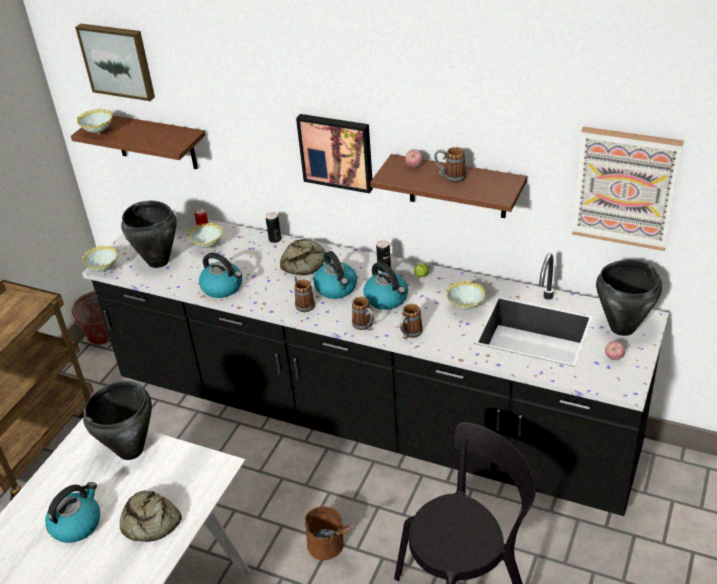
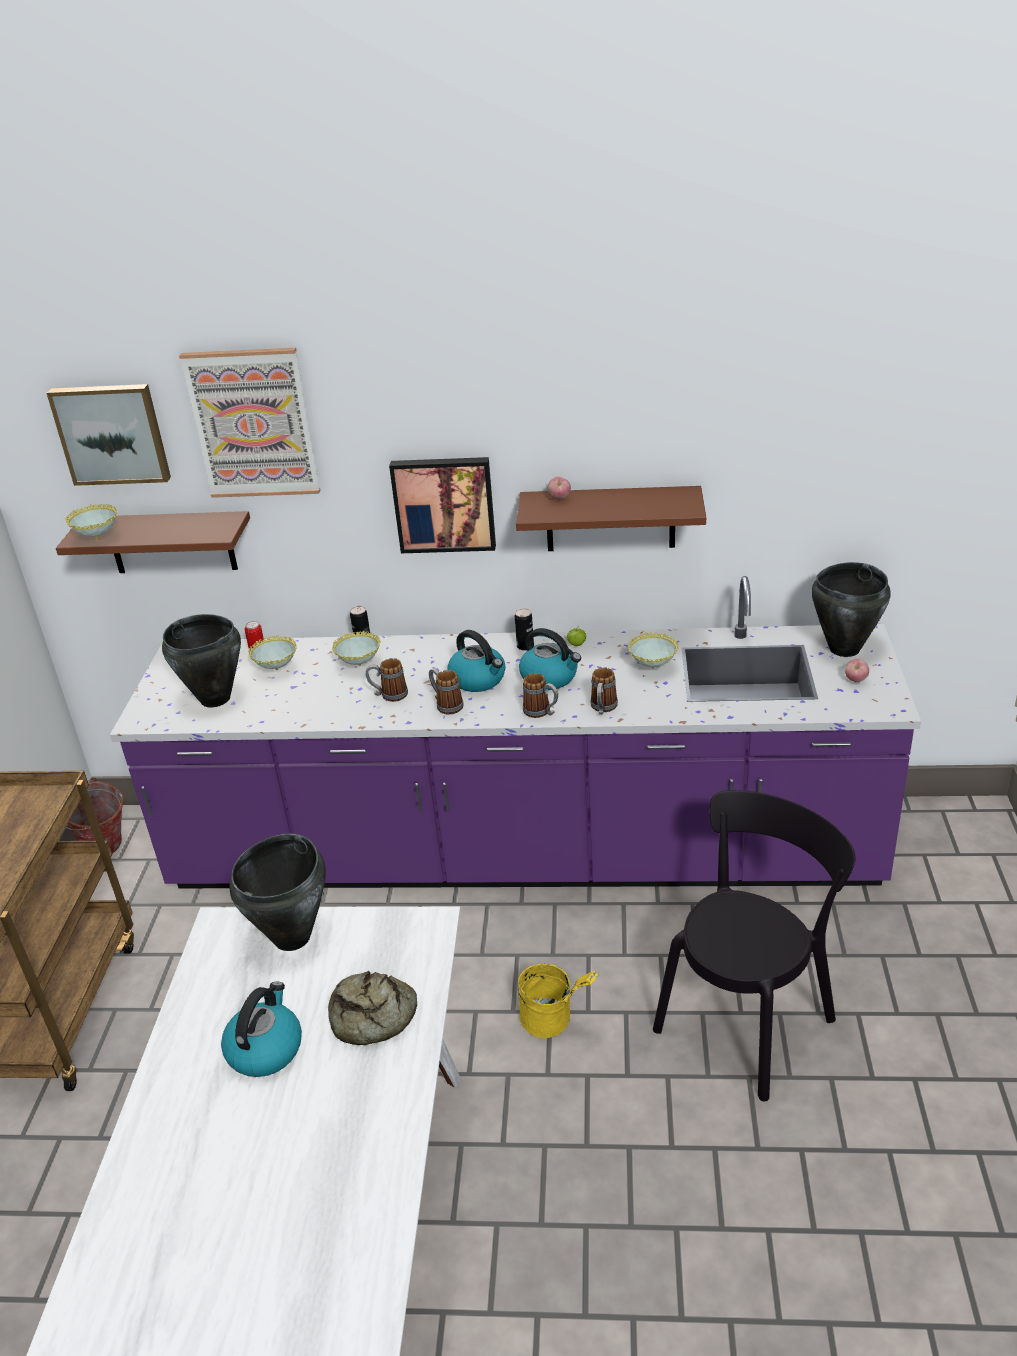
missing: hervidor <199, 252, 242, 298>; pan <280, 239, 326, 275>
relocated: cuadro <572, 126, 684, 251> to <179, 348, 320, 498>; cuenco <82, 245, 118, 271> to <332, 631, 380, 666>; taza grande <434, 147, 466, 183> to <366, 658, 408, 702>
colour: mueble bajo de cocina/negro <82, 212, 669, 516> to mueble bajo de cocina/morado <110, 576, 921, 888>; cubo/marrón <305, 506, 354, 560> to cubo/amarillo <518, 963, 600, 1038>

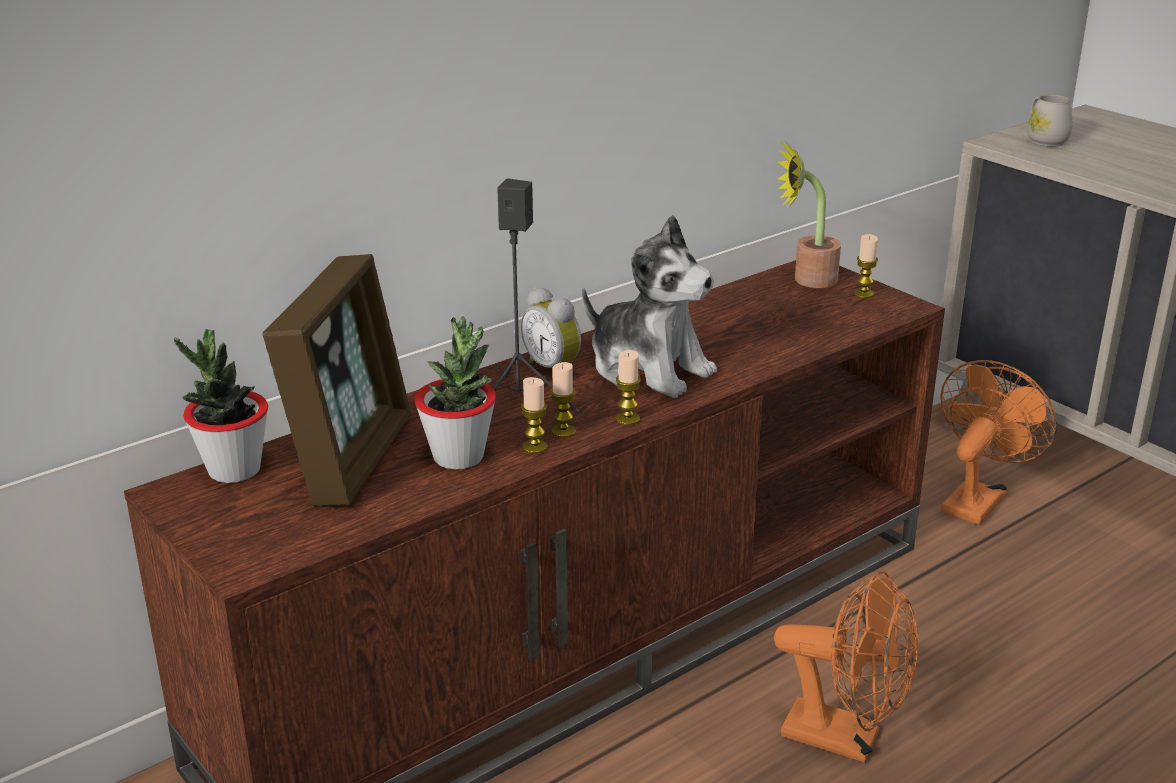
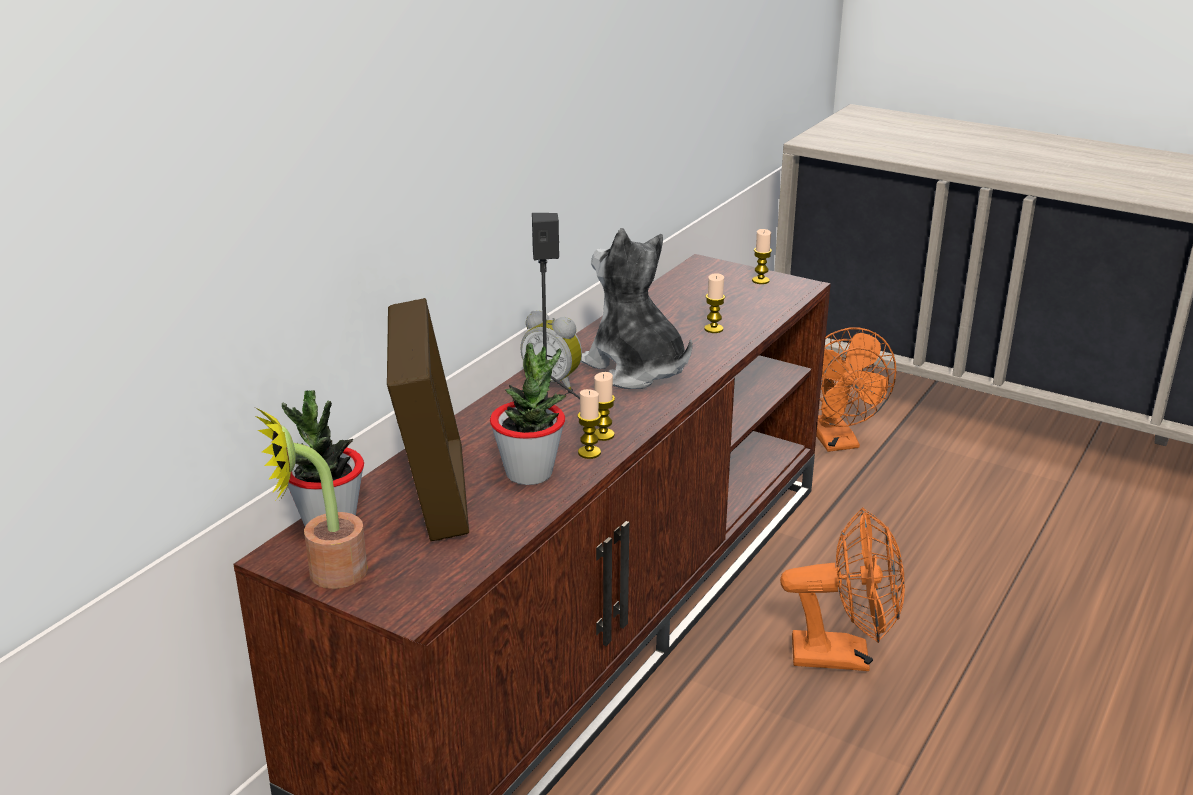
missing: taza grande/blanco <1027, 94, 1073, 147>
relocated: planta en maceta <778, 143, 841, 288> to <256, 408, 368, 589>; vela <616, 350, 641, 425> to <704, 273, 725, 333>
spun: peluche <582, 215, 717, 398> = <581, 228, 692, 389> 150 degrees counterclockwise; ventilador/naranja <940, 360, 1057, 524> = <816, 327, 896, 452> 150 degrees clockwise

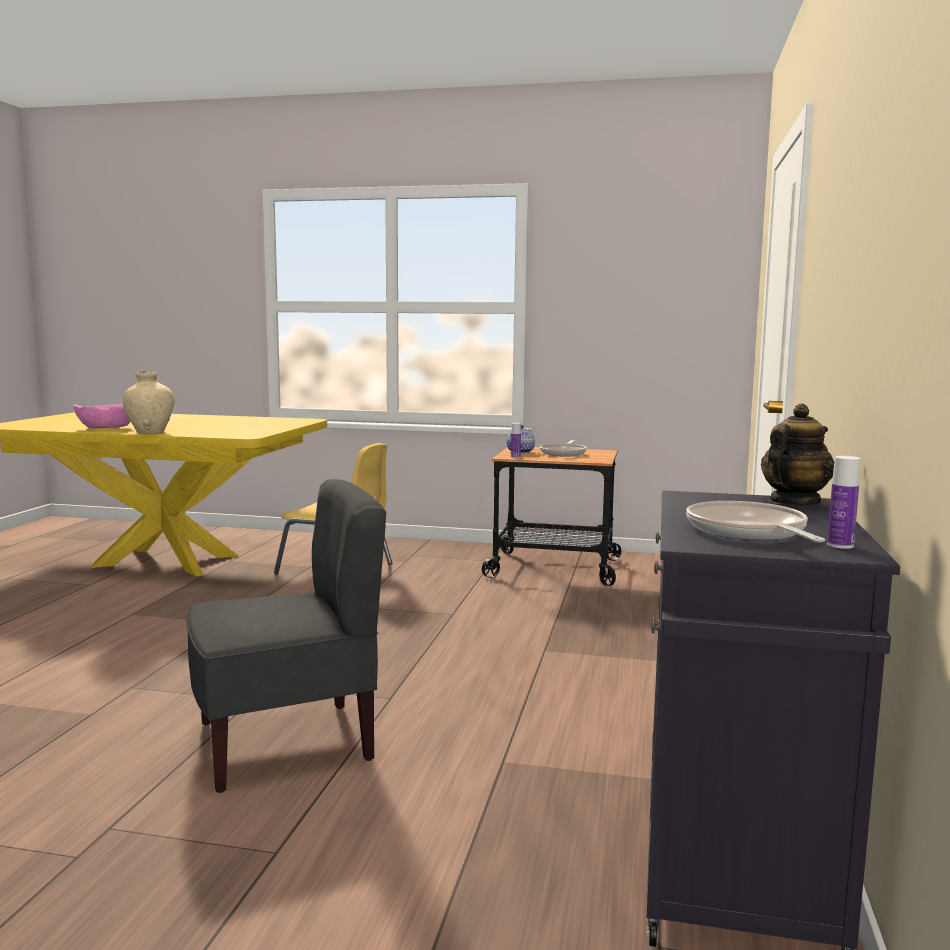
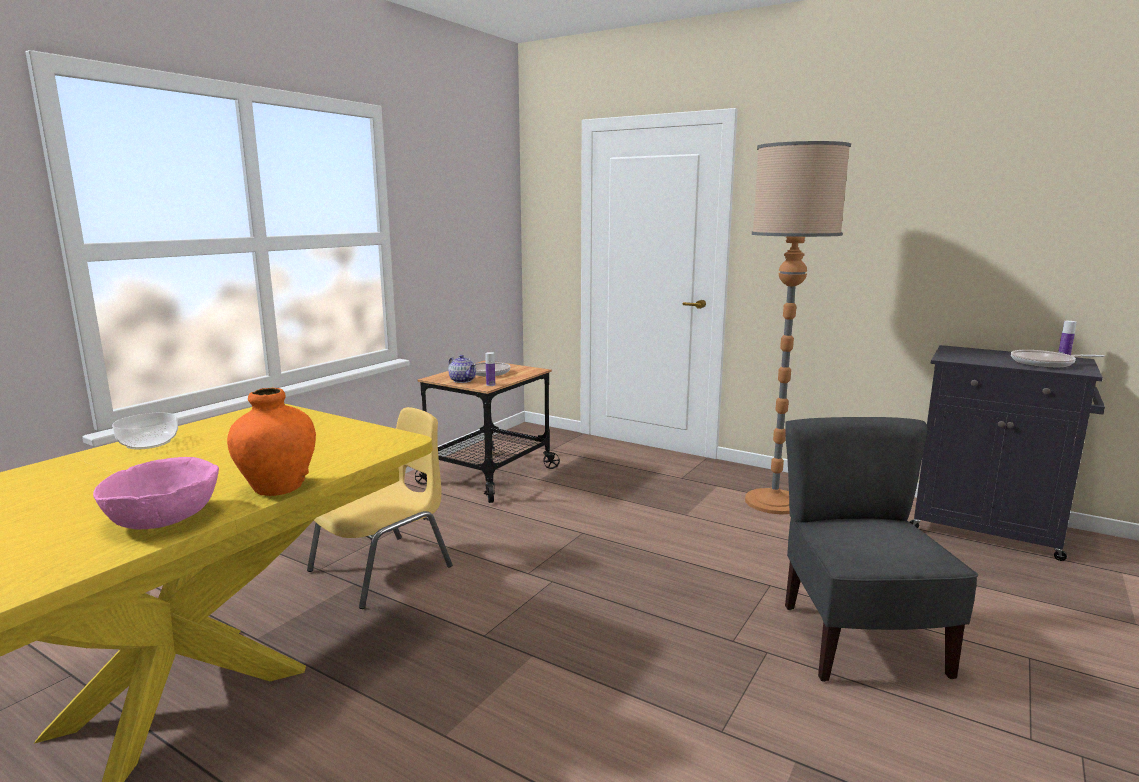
missing: tetera <761, 403, 834, 505>
appeared: cuenco <112, 413, 178, 450>; lámpara de pie <745, 141, 851, 515>
colour: florero/beis <123, 371, 174, 434> to florero/naranja <227, 387, 316, 496>

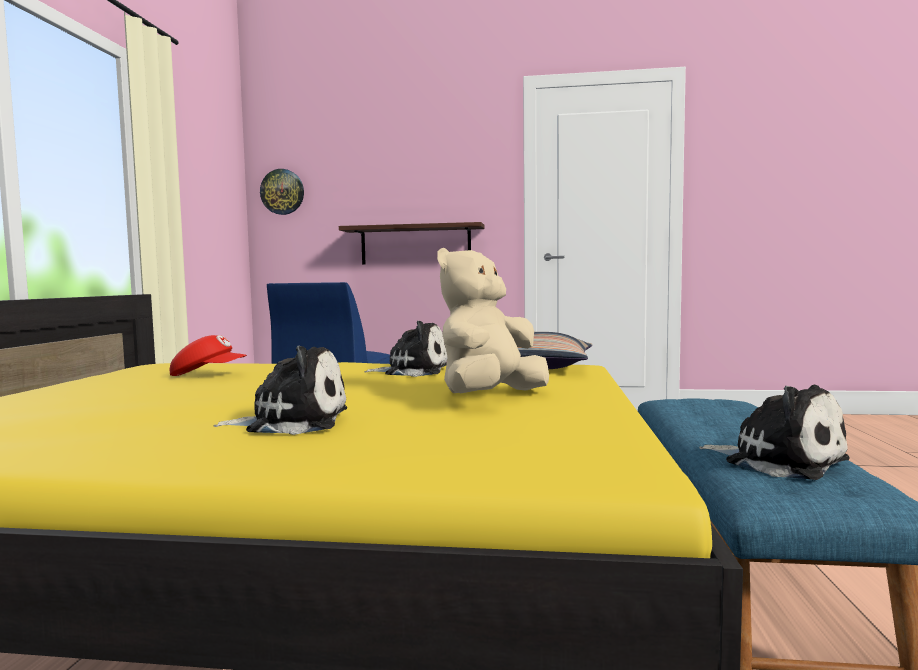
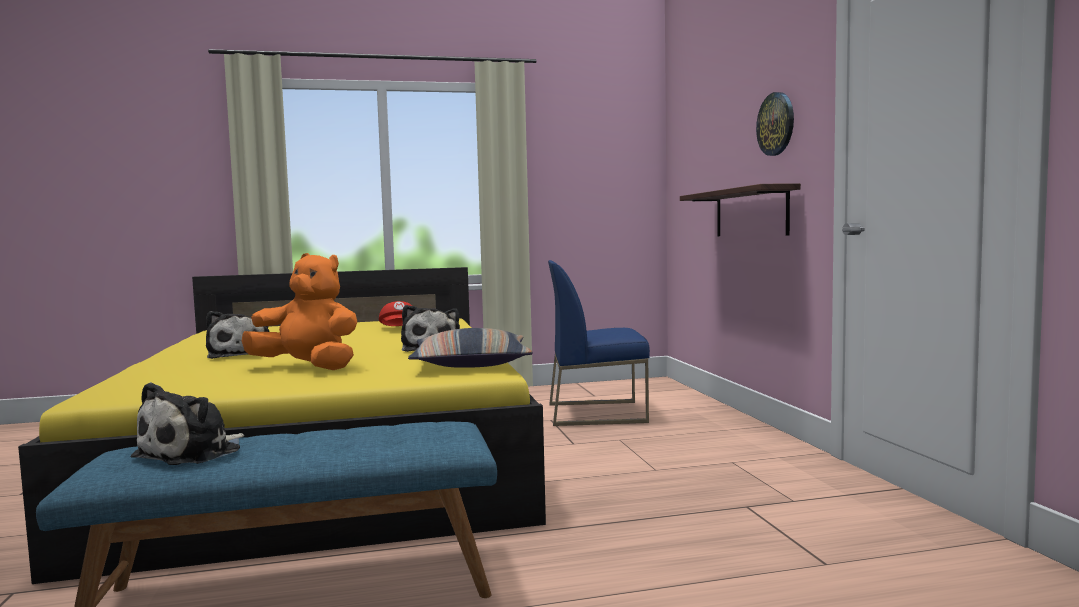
relocated: reloj de pared <260, 169, 304, 215> to <756, 92, 794, 156>
colour: peluche/beis <437, 248, 549, 393> to peluche/naranja <242, 253, 357, 370>

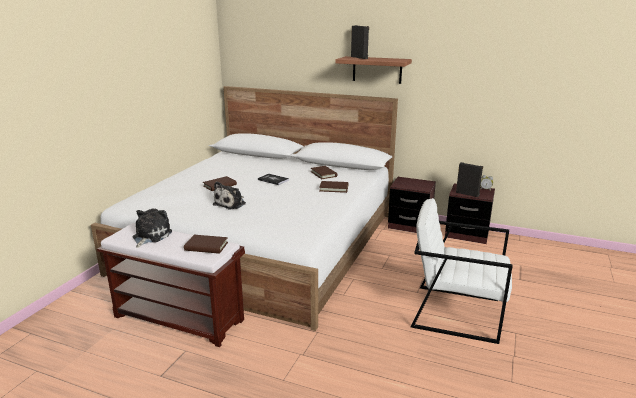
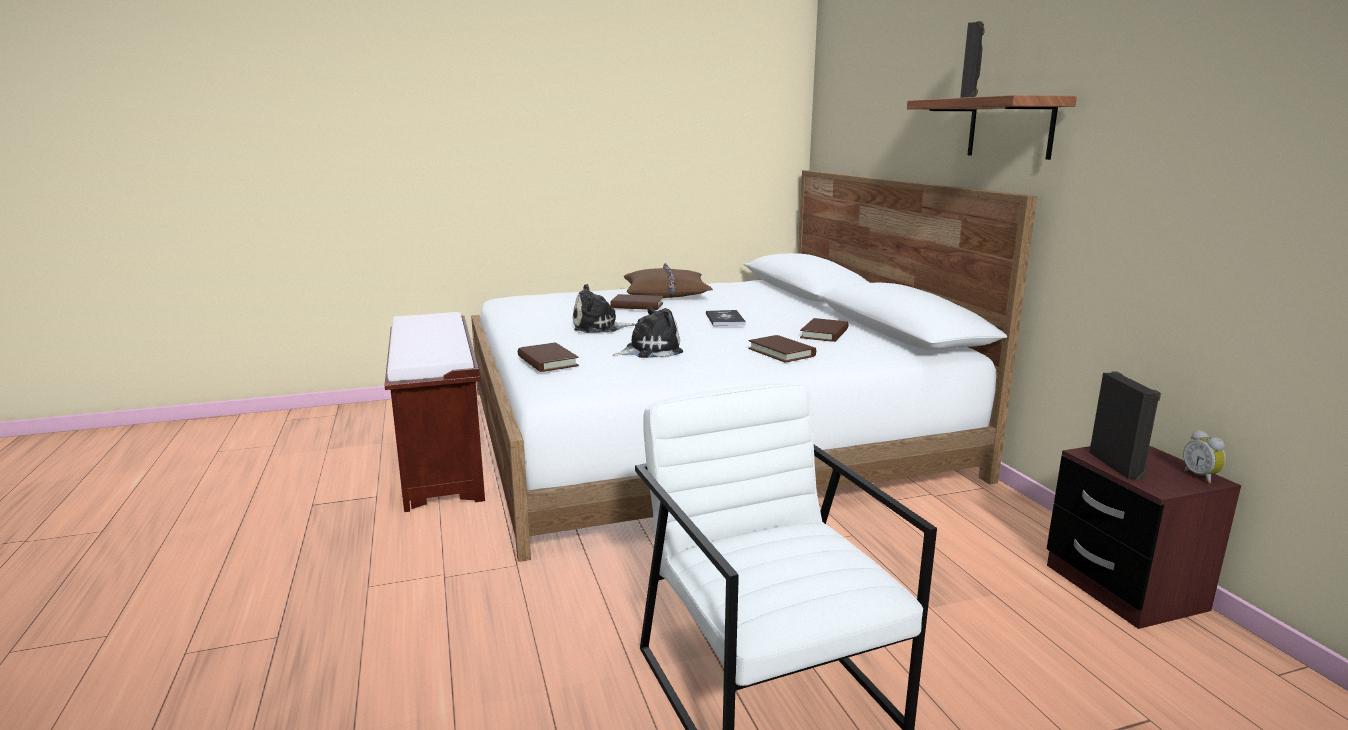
missing: mesita de noche/marrón <388, 177, 436, 233>
appeared: cojín/marrón <624, 263, 713, 298>
relocated: libro/marrón <184, 235, 228, 254> to <518, 342, 579, 372>; peluche <133, 209, 172, 248> to <612, 306, 683, 358>

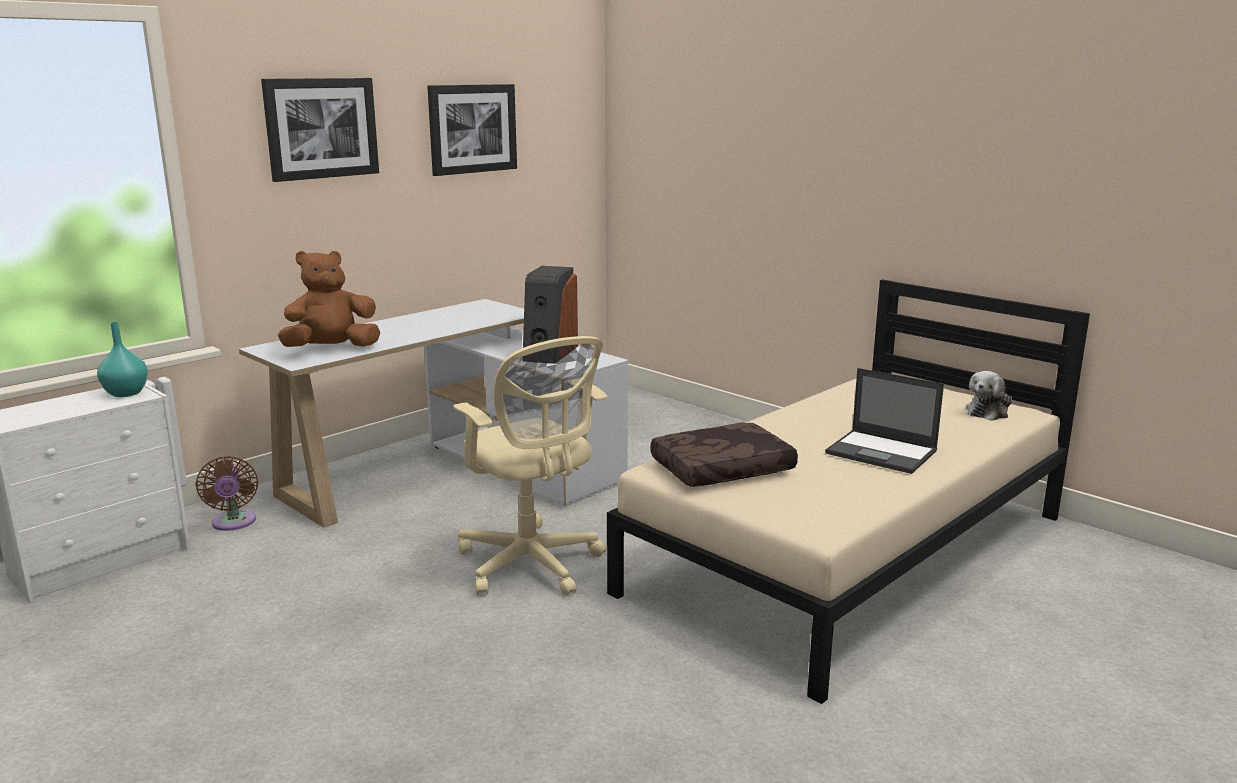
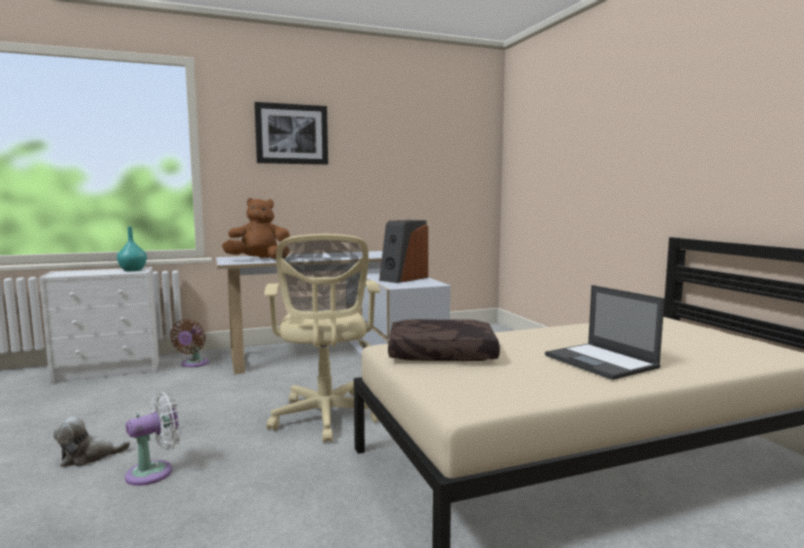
missing: cuadro <427, 84, 517, 176>
appeared: ventilador/blanco <125, 392, 182, 486>
relocated: peluche <966, 371, 1012, 421> to <53, 417, 130, 467>

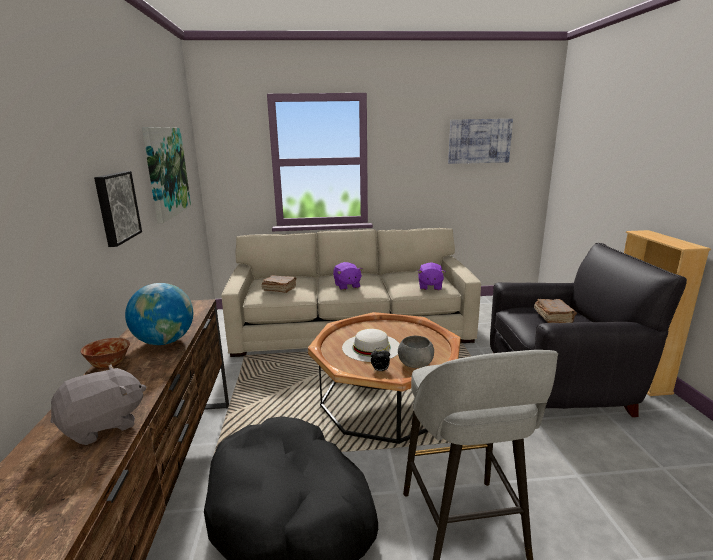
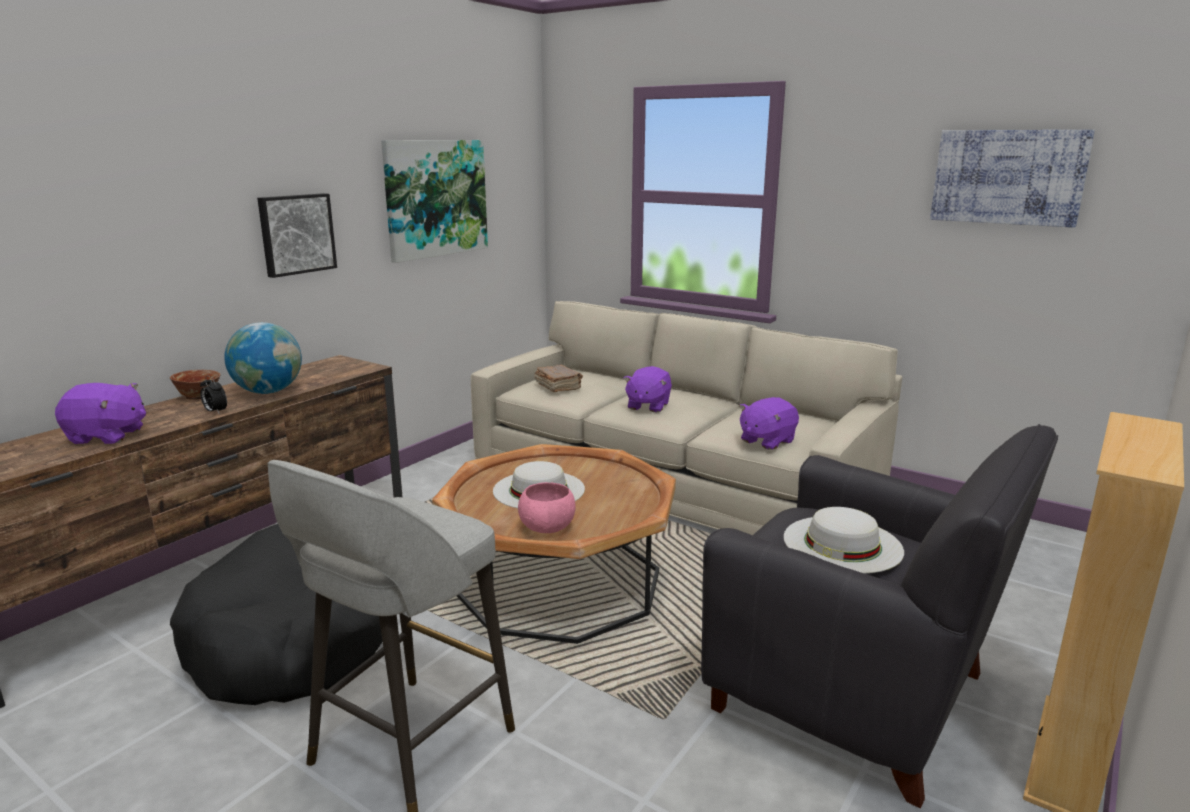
relocated: despertador <371, 348, 390, 371> to <200, 376, 227, 413>
exchanged: libro/marrón <534, 299, 577, 323> to sombrero/blanco <784, 507, 904, 573>
colour: peluche/gris <50, 364, 146, 445> to peluche/morado <55, 383, 146, 444>; cuenco/gris <398, 336, 434, 368> to cuenco/rosa <518, 482, 576, 533>

